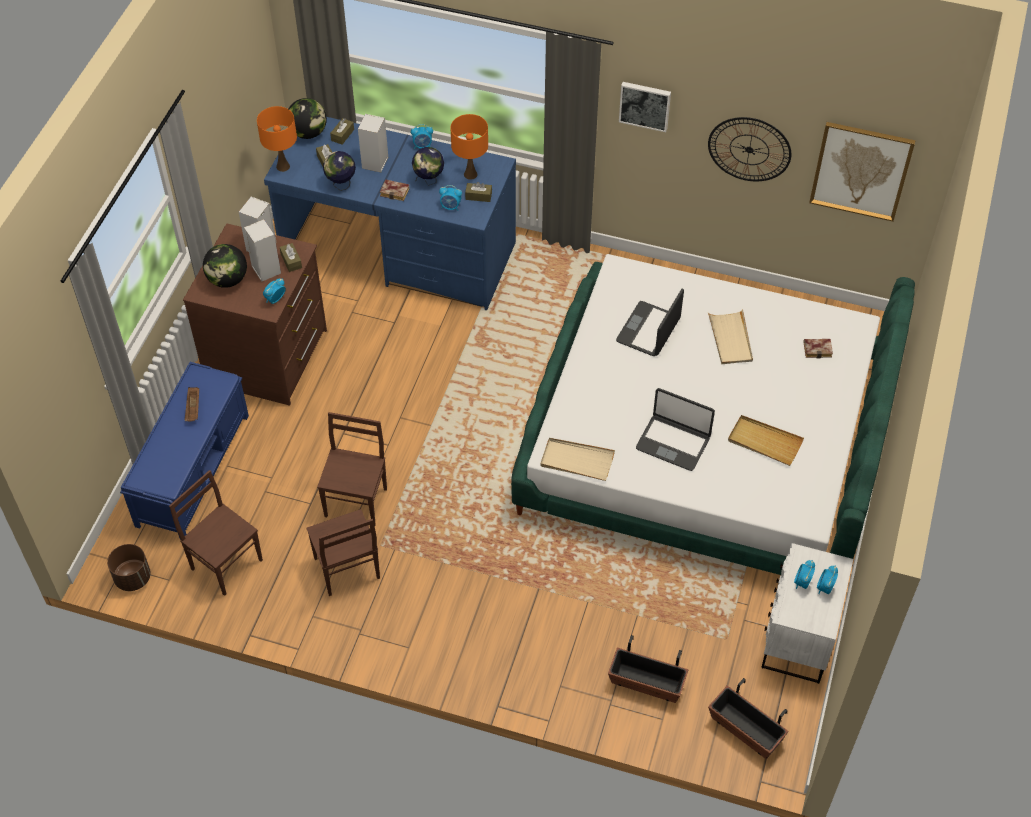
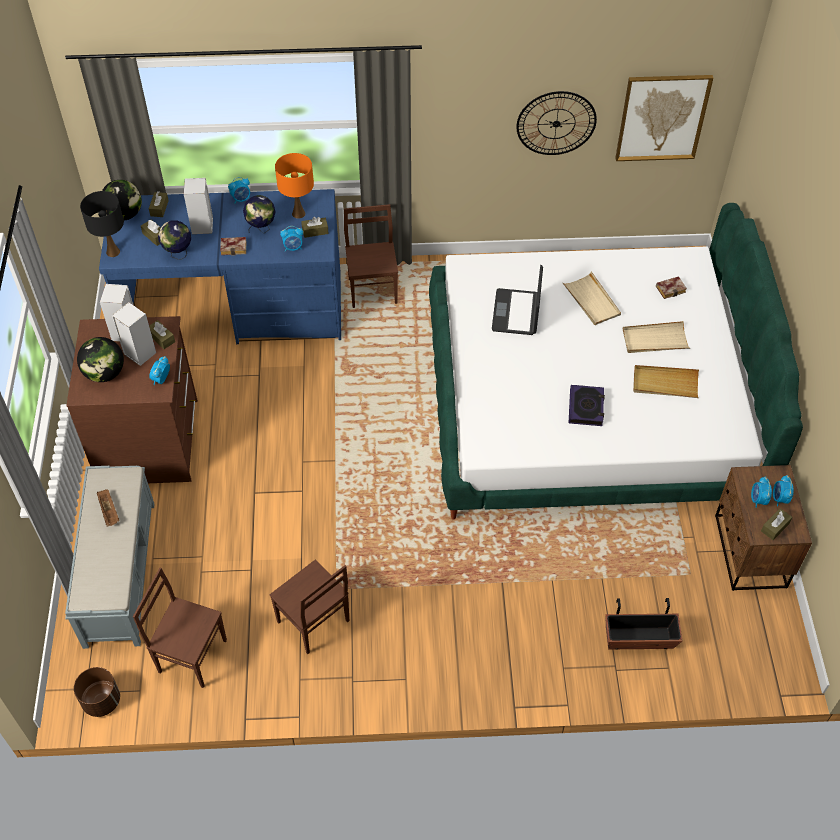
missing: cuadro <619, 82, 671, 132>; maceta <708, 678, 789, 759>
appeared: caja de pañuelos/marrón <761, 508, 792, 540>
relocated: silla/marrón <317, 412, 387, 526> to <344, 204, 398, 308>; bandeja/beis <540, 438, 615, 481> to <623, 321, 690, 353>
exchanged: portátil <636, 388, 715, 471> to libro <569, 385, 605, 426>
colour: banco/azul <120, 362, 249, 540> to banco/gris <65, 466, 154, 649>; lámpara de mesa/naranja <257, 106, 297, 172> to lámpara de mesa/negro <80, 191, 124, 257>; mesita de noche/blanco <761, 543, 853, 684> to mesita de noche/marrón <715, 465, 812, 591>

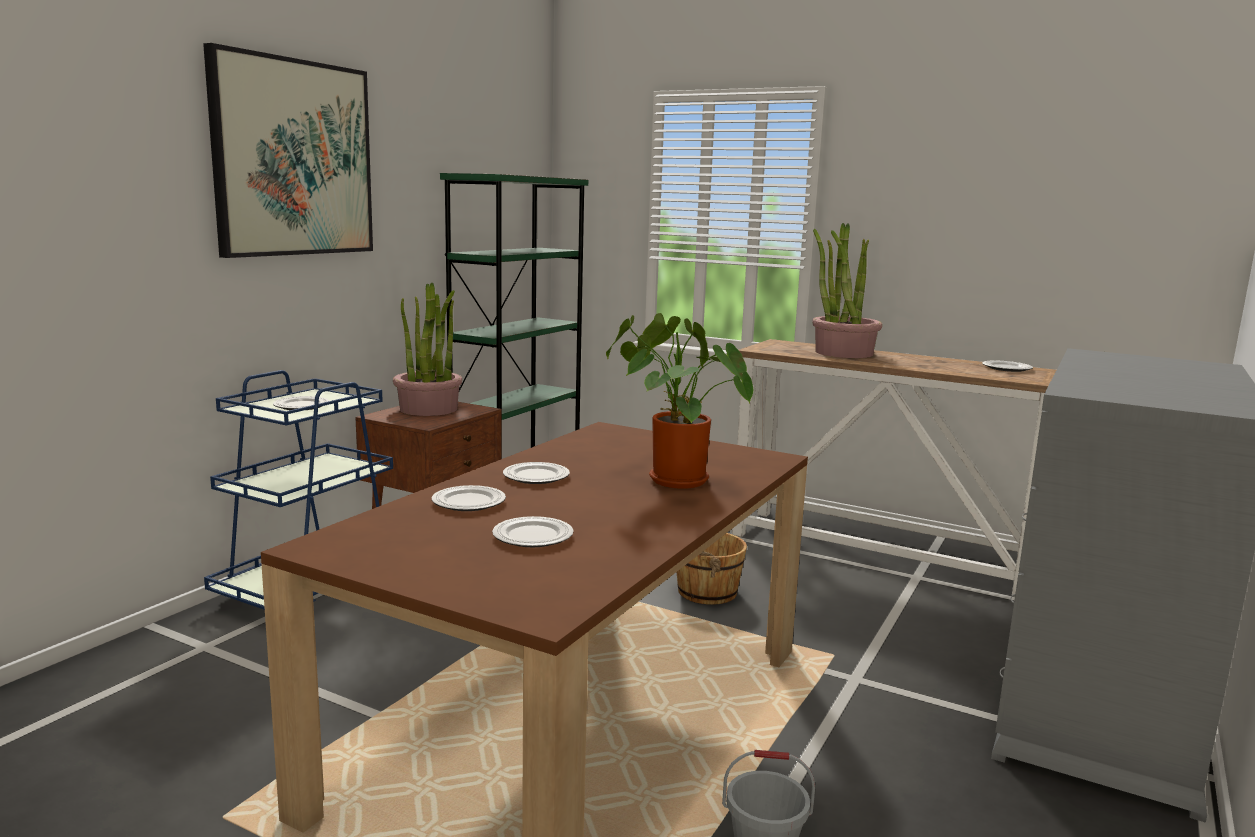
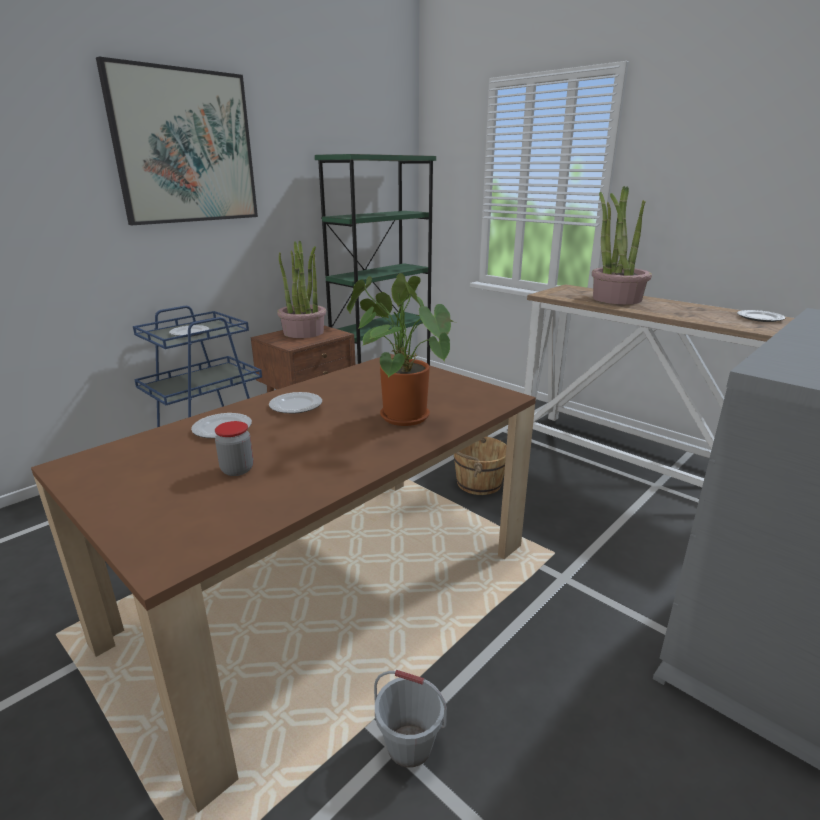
exchanged: plato <492, 516, 574, 547> to tarro <215, 421, 253, 476>

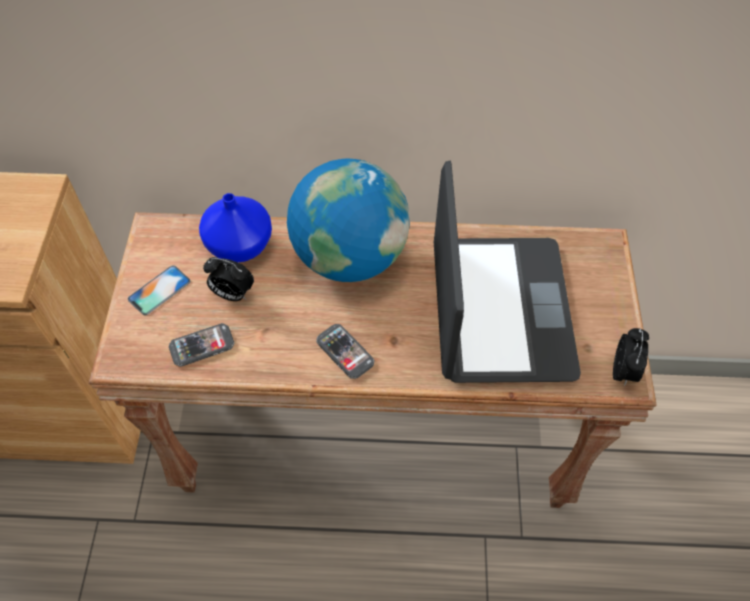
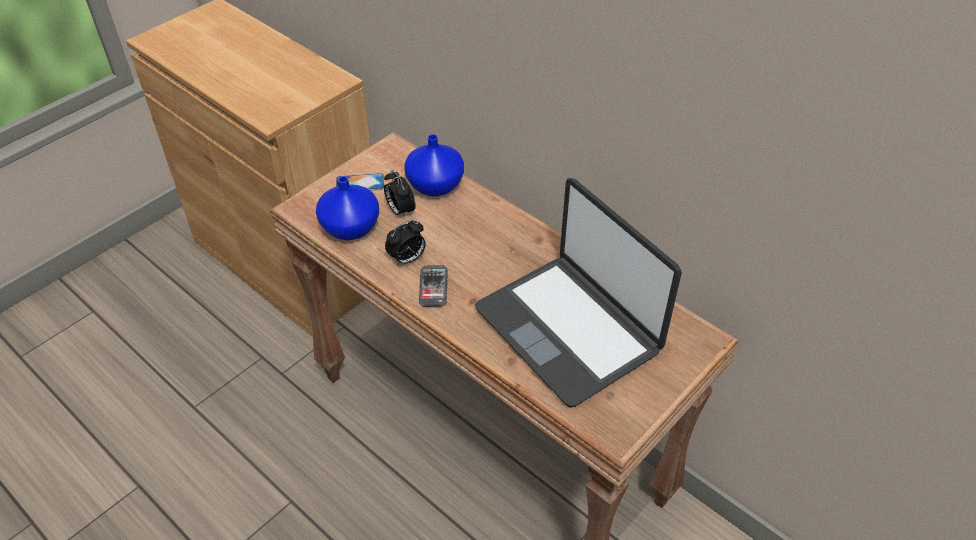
missing: globo terráqueo <287, 158, 410, 282>
relocated: despertador <613, 328, 649, 386> to <385, 219, 426, 266>
exchanged: móvil <169, 323, 234, 367> to florero/azul <316, 176, 379, 240>
spun: portátil <434, 161, 581, 383> = <475, 178, 682, 408> 105 degrees clockwise

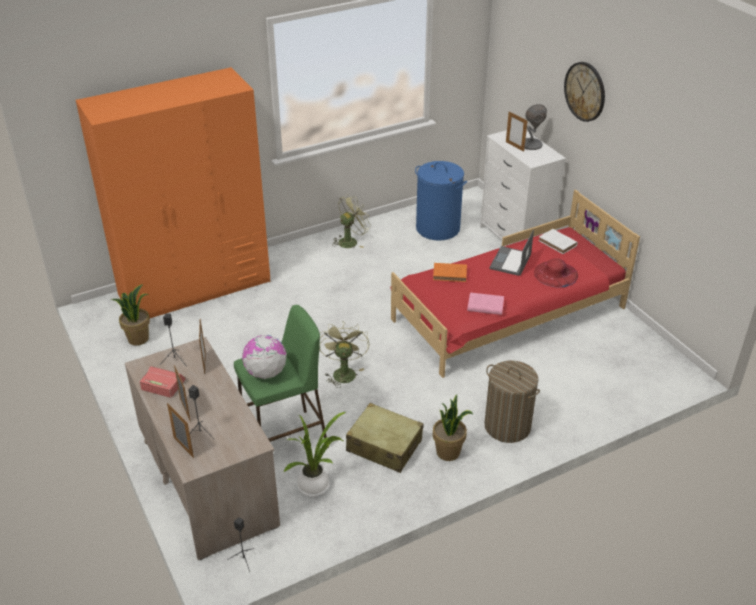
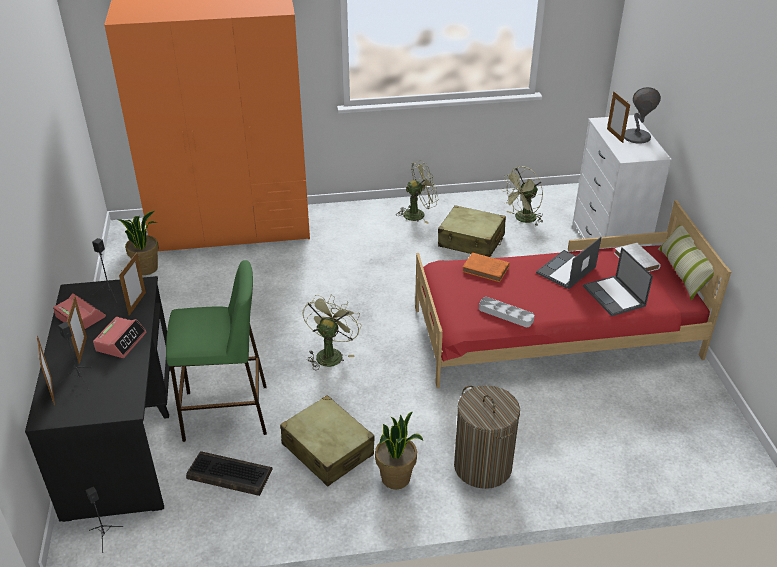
missing: globo terráqueo <242, 335, 287, 379>; reloj de pared <564, 62, 605, 122>
appeared: despertador <93, 317, 147, 358>; maleta/beis <438, 205, 506, 257>; cojín <658, 225, 714, 300>
exchanged: planta en maceta <283, 411, 348, 497> to teclado <186, 451, 272, 496>; libro/rosa <467, 293, 504, 315> to bandeja/gris <479, 297, 535, 327>; cesto de la ropa/azul <415, 161, 467, 241> to ventilador/verde <501, 166, 543, 226>; sombrero/rojo <534, 258, 578, 288> to portátil <583, 247, 653, 316>
colour: escritorio/beis <125, 337, 280, 560> to escritorio/negro <25, 276, 171, 522>

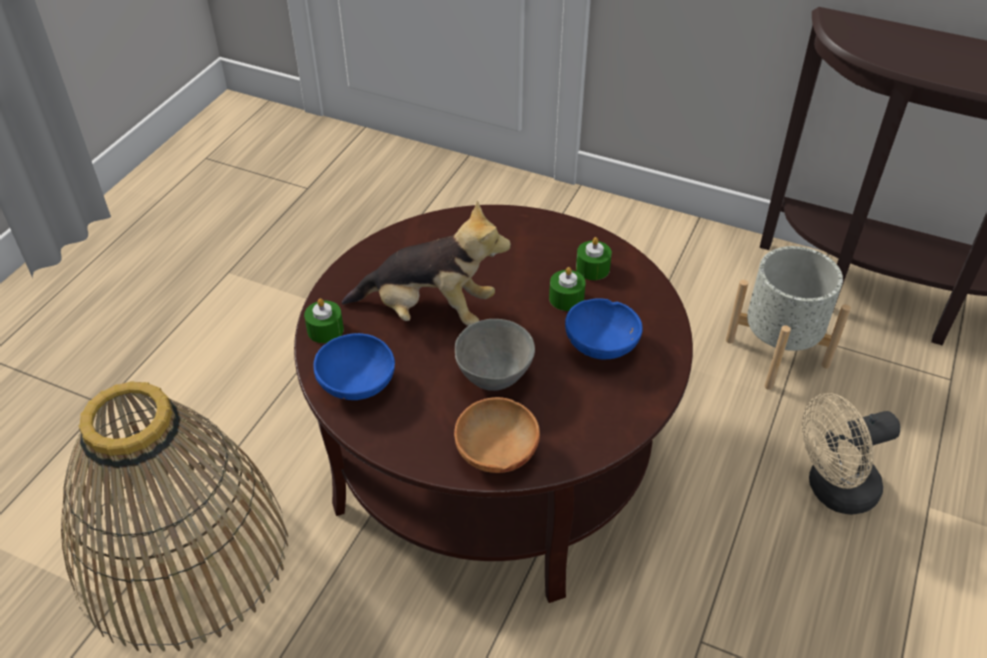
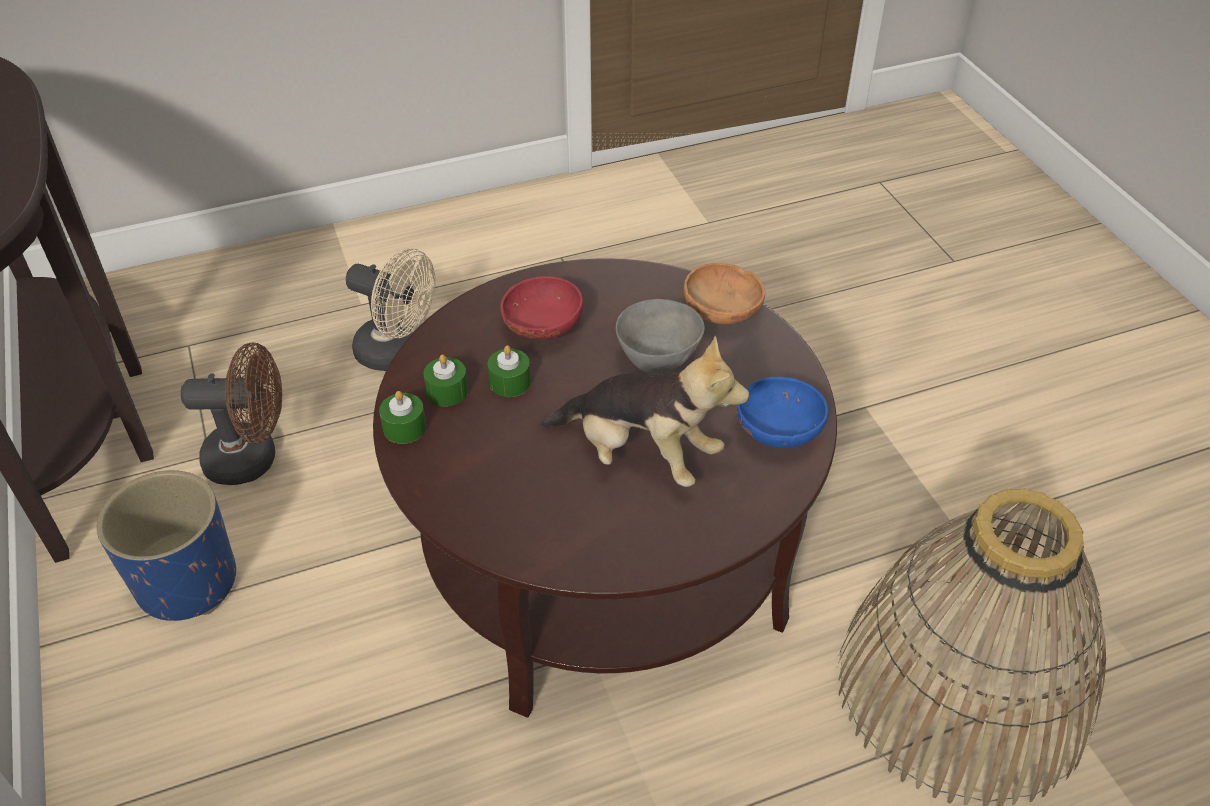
appeared: maceta/azul <97, 470, 236, 621>
relocated: vela/verde <304, 298, 344, 343> to <379, 391, 426, 444>
exchanged: maceta/gris <726, 246, 851, 390> to ventilador/marrón <181, 342, 282, 485>
colour: cuenco/azul <565, 299, 643, 360> to cuenco/rojo <500, 276, 583, 340>
spun: peluche <342, 201, 511, 326> = <540, 336, 749, 487> 150 degrees clockwise

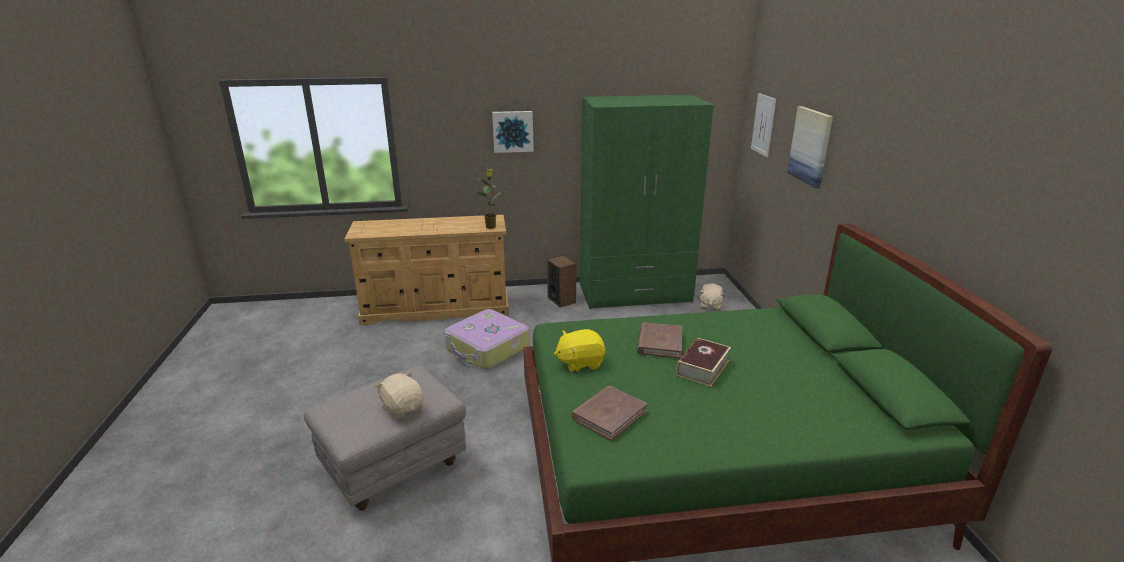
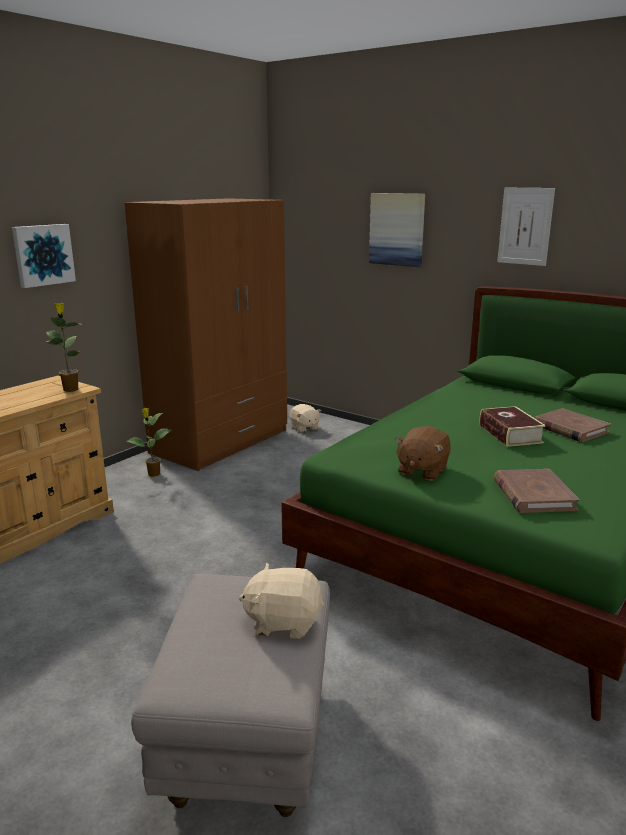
missing: maleta <444, 309, 530, 370>
relocated: cuadro <751, 93, 776, 157> to <497, 188, 555, 266>; libro/marrón <637, 322, 682, 358> to <535, 408, 611, 442>
exchanged: altavoz <547, 256, 576, 307> to planta en maceta <126, 408, 171, 477>
colour: armario ropero/verde <580, 95, 714, 309> to armario ropero/marrón <124, 198, 287, 471>; peluche/amarillo <554, 329, 605, 373> to peluche/marrón <395, 426, 451, 481>

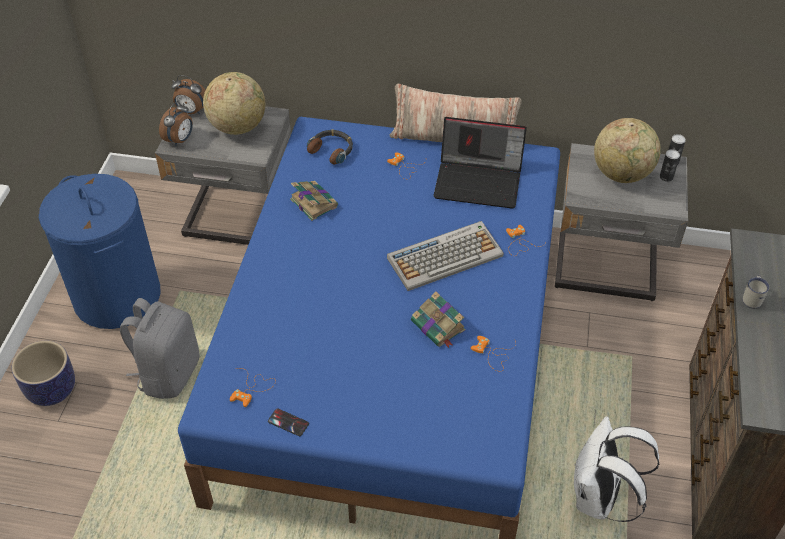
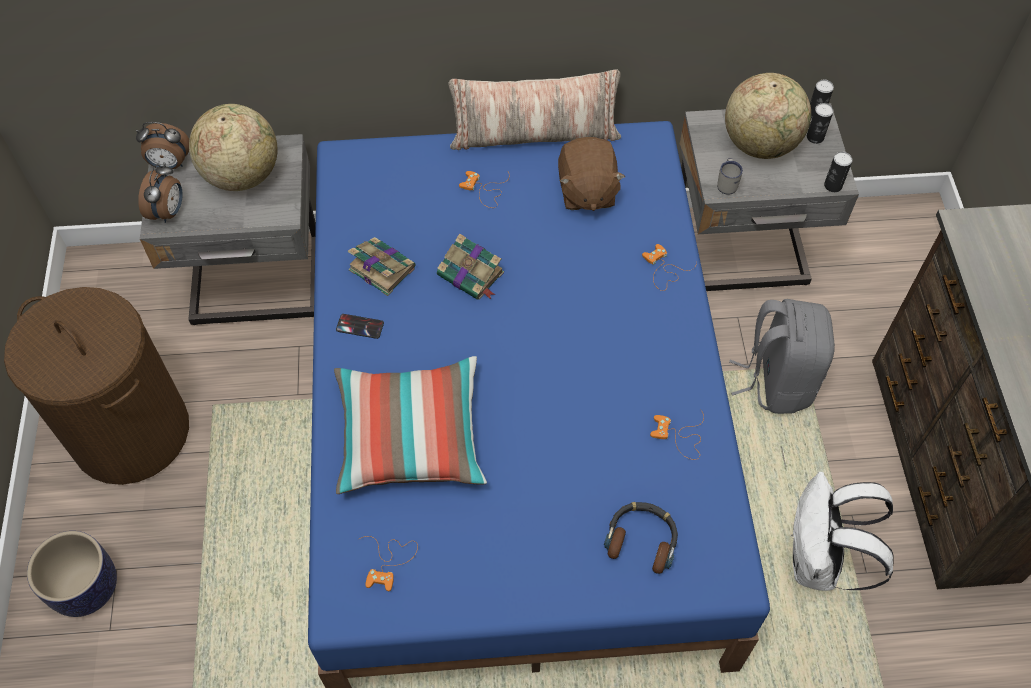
missing: teclado <387, 221, 504, 291>
appeared: cojín <334, 356, 487, 494>; lata <824, 152, 852, 192>
relocated: móvil <268, 408, 309, 436> to <336, 314, 384, 339>; libro <411, 291, 465, 348> to <437, 233, 504, 300>; auriculares <307, 129, 353, 164> to <604, 502, 678, 574>; taza grande/blanco <742, 276, 769, 309> to <717, 158, 743, 195>; mochila/gris <120, 298, 200, 399> to <729, 299, 835, 414>
exchanged: portátil <433, 117, 527, 209> to peluche/marrón <558, 137, 625, 211>
colour: cesto de la ropa/azul <39, 174, 161, 329> to cesto de la ropa/marrón <4, 287, 189, 485>

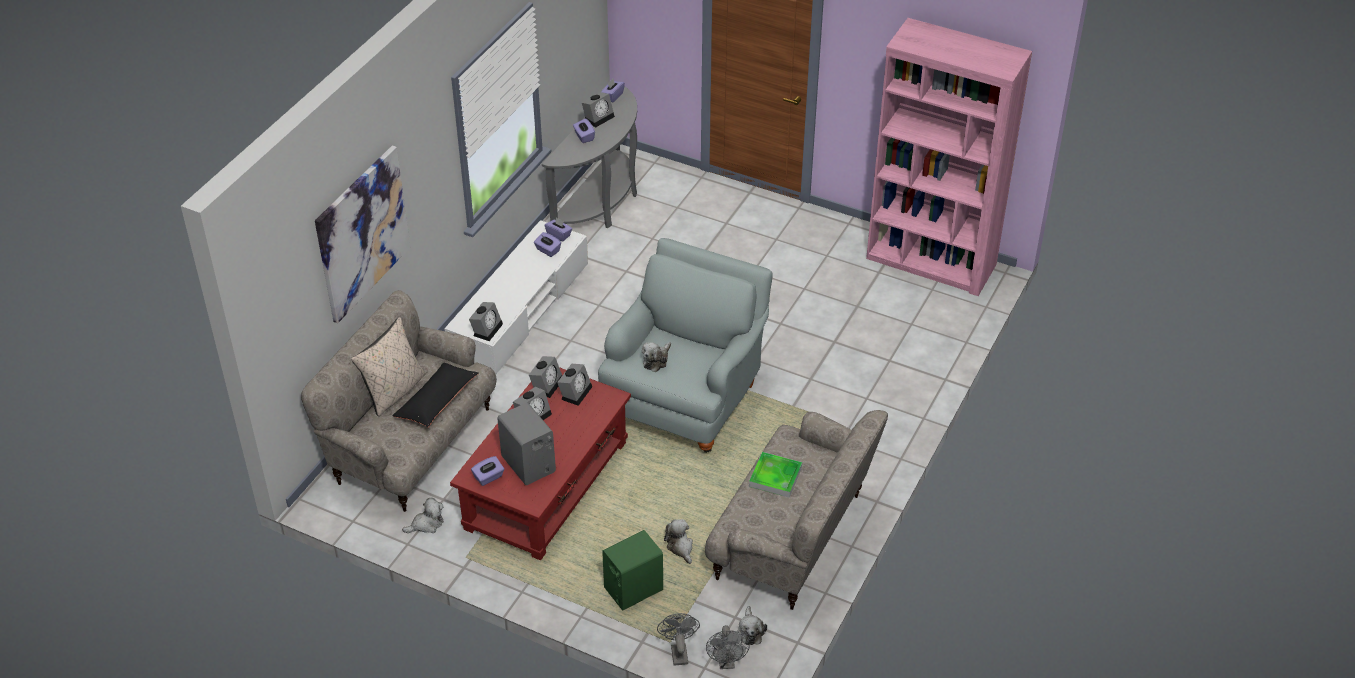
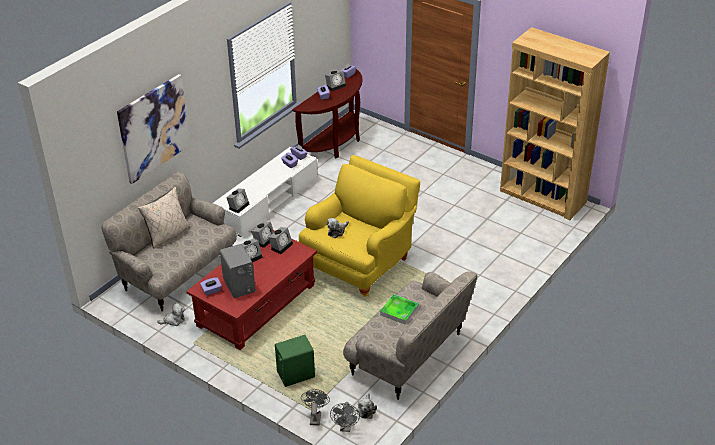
missing: cojín/negro <392, 363, 479, 427>; peluche <664, 519, 693, 564>
colour: mesa consola/gris <542, 86, 637, 229> to mesa consola/marrón <292, 69, 363, 158>; sillón/gris <598, 238, 773, 453> to sillón/amarillo <299, 155, 420, 297>; estantería/rosa <866, 18, 1032, 296> to estantería/marrón <500, 27, 610, 220>

